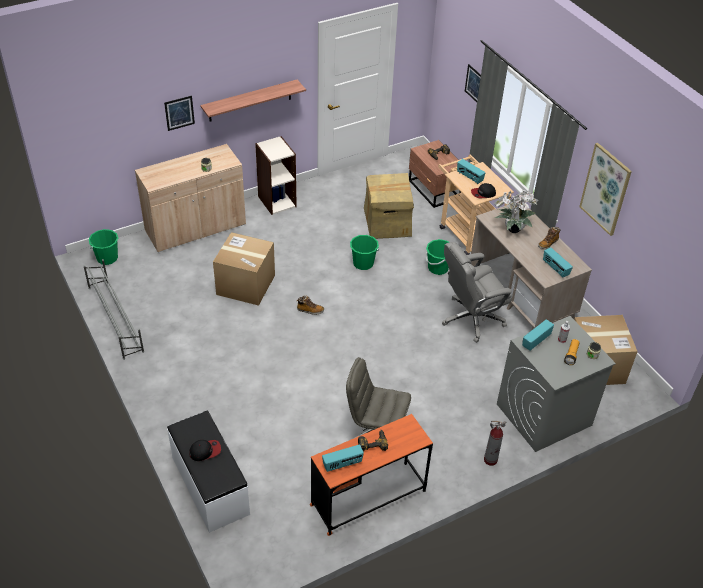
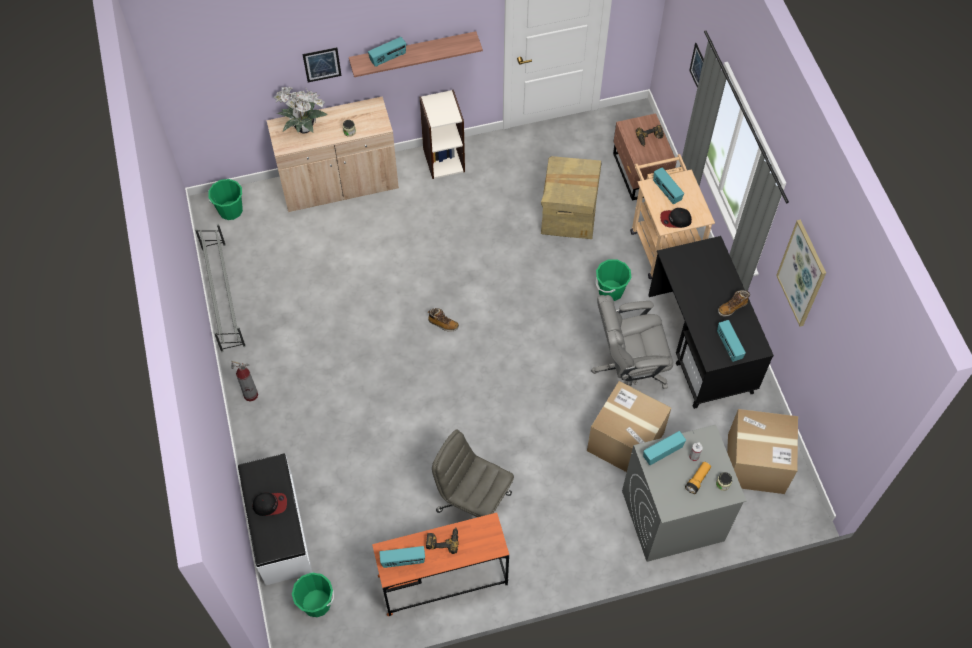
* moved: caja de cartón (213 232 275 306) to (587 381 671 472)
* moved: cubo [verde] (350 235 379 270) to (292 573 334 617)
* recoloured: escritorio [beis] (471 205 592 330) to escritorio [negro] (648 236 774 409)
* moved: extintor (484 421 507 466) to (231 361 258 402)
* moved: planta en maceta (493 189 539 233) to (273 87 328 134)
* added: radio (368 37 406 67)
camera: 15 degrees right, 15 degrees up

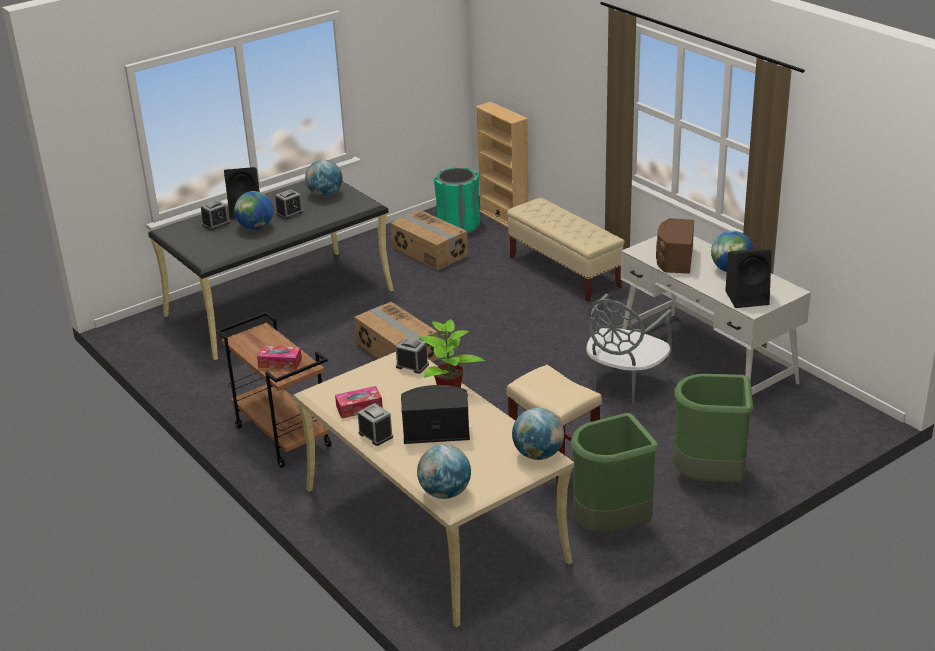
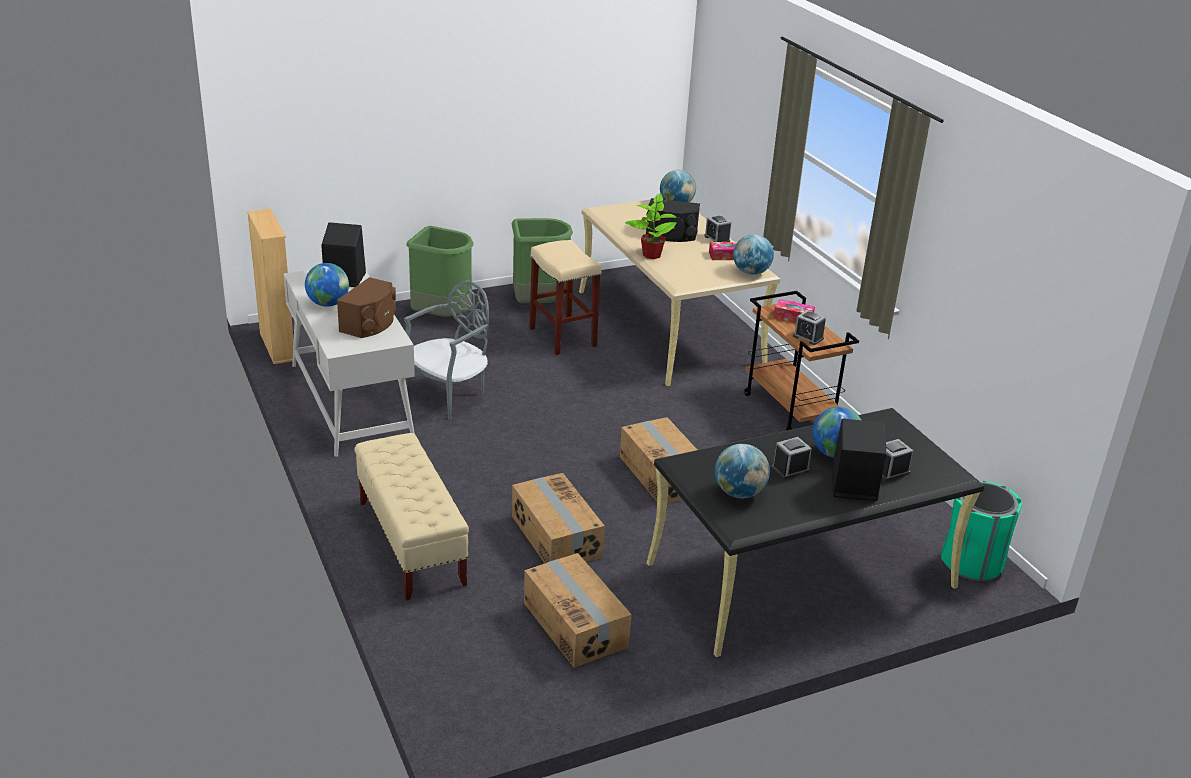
* moved: despertador (396 337 429 374) to (793 310 826 345)
* moved: papelera [verde] (434 167 481 234) to (941 480 1022 581)
* moved: estantería [beis] (475 102 529 227) to (247 209 297 364)
* moved: globo terráqueo (512 408 564 460) to (733 234 774 275)
* added: caja de cartón (512 473 605 563)
camera: 170 degrees left, 0 degrees up

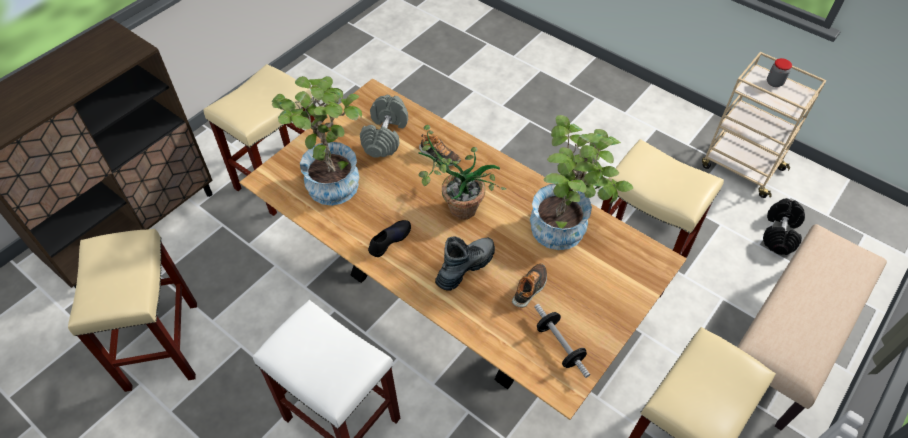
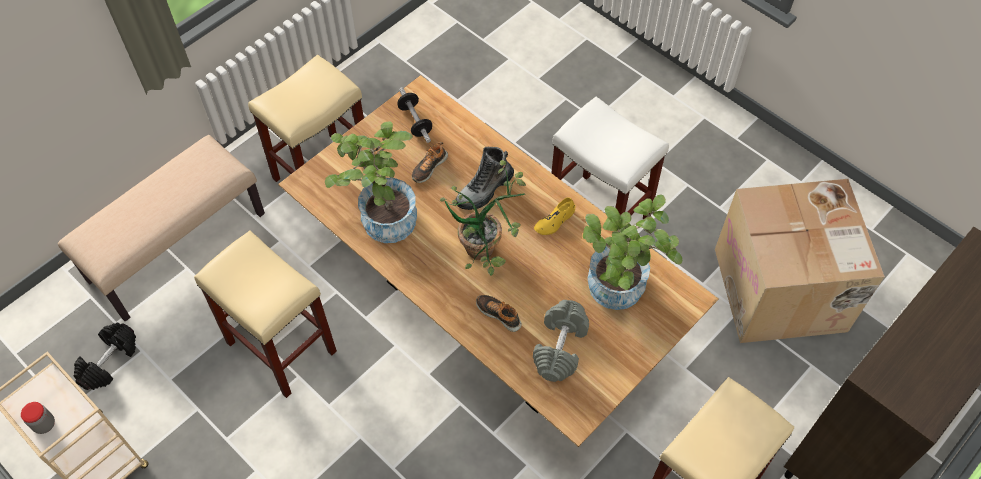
* replaced: taburete [beis] (68 229 197 392) to caja de cartón (715 179 885 343)
* recoloured: zapato [negro] (368 220 411 257) to zapato [amarillo] (534 197 575 235)
camera: 175 degrees left, 5 degrees up

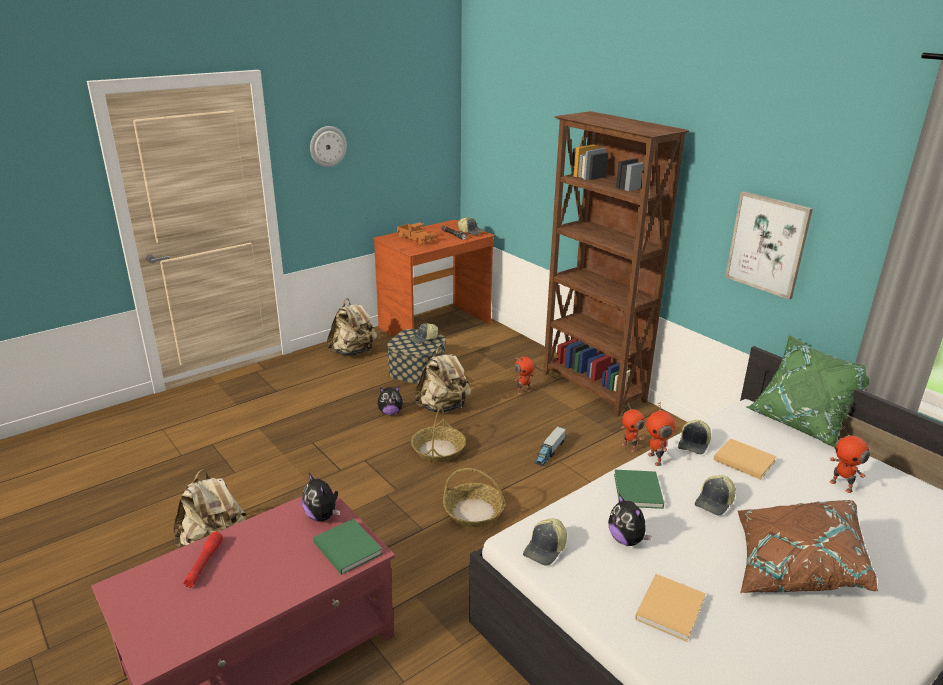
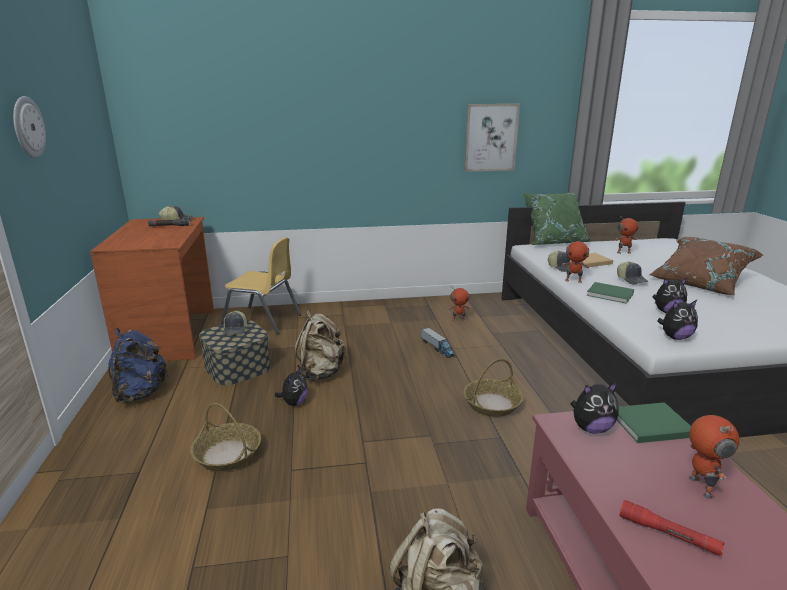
* recoloured: mochila [beis] (327 298 377 356) to mochila [azul] (108 328 168 403)
* removed: camión de juguete (397 222 436 245)
* moved: cesta (411 407 466 462) to (190 403 261 471)
* moved: robot de juguete (514 357 535 394) to (689 415 739 499)
* replaced: gorra (523 519 567 566) to peluche (657 300 698 340)
* removed: estantería [marrón] (543 111 690 416)
* removed: libro [beis] (635 574 706 642)
* added: silla [amarillo] (221 237 302 335)
camera: 60 degrees left, 5 degrees down

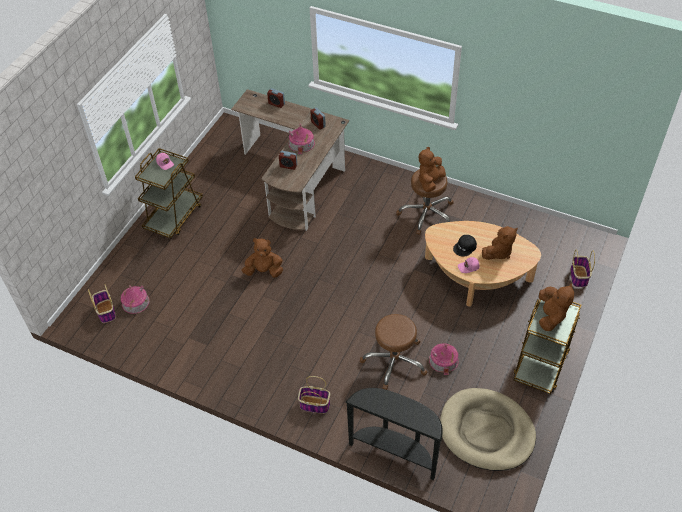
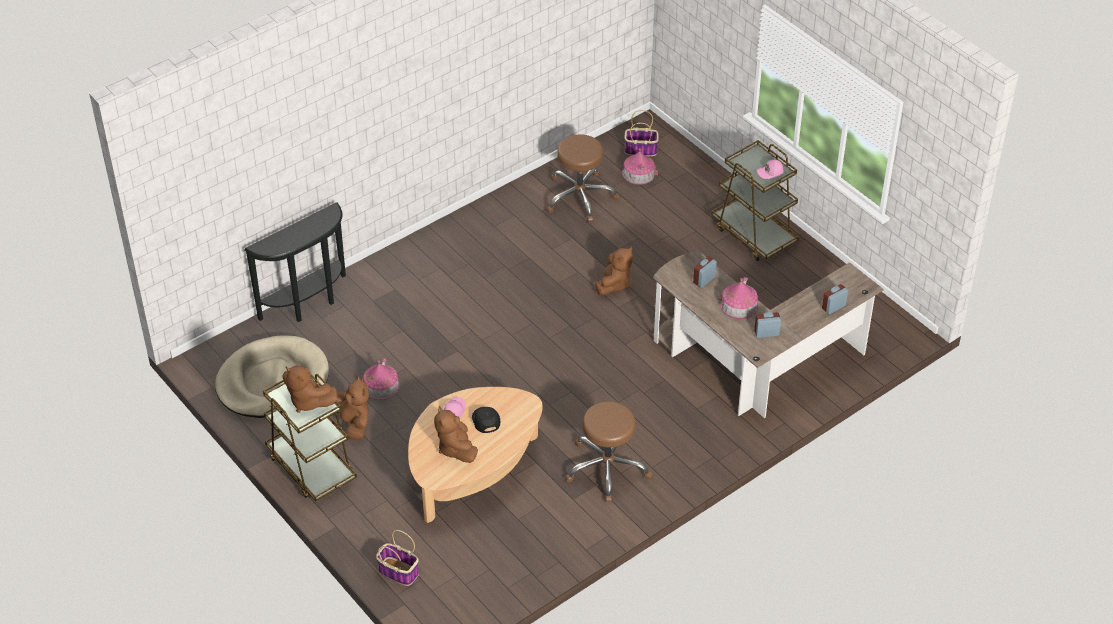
* removed: cesta (298 376 330 414)
* moved: taburete [marrón] (360 314 427 390) to (547 134 620 222)
* moved: peluche [marrón] (419 147 446 192) to (336 376 369 440)
camera: 115 degrees right, 5 degrees down

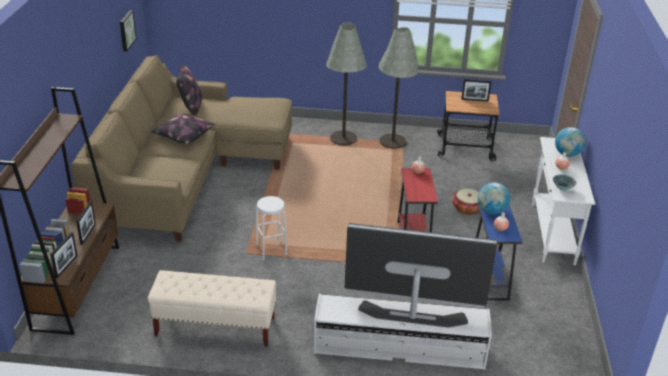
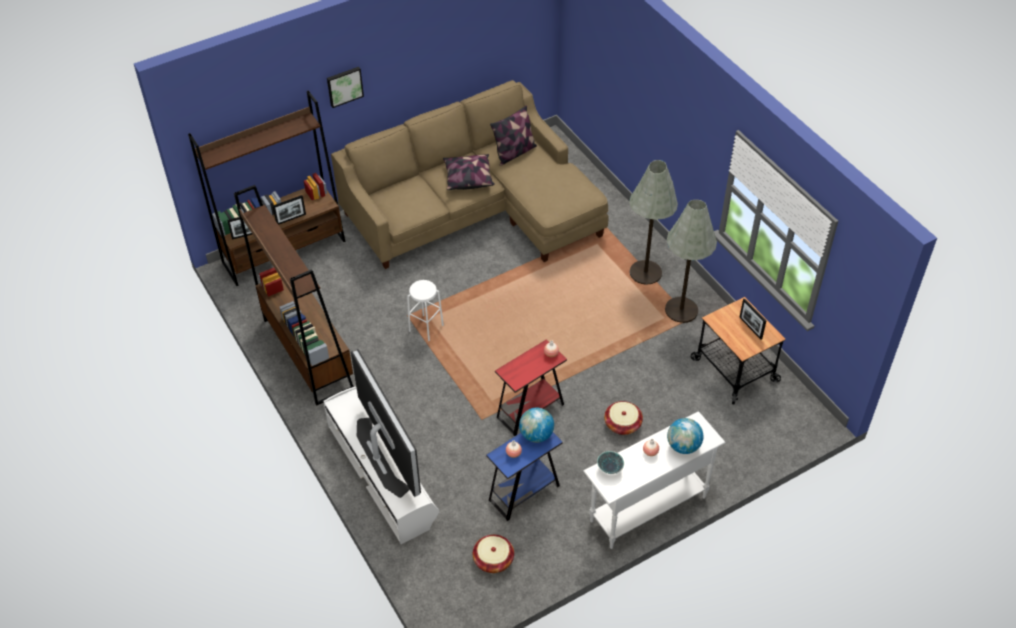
* moved: cuadro (120 10 137 51) to (327 67 364 108)
* replaced: banco [beis] (148 270 276 347) to estantería [marrón] (234 185 354 406)
* added: cesta (473 535 514 573)
camera: 55 degrees right, 15 degrees up

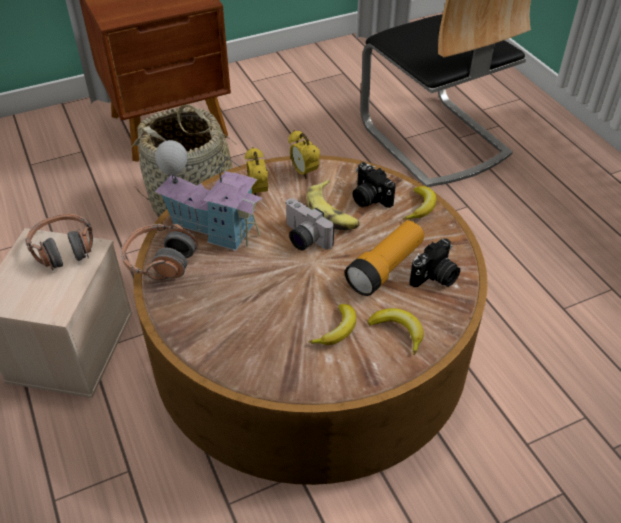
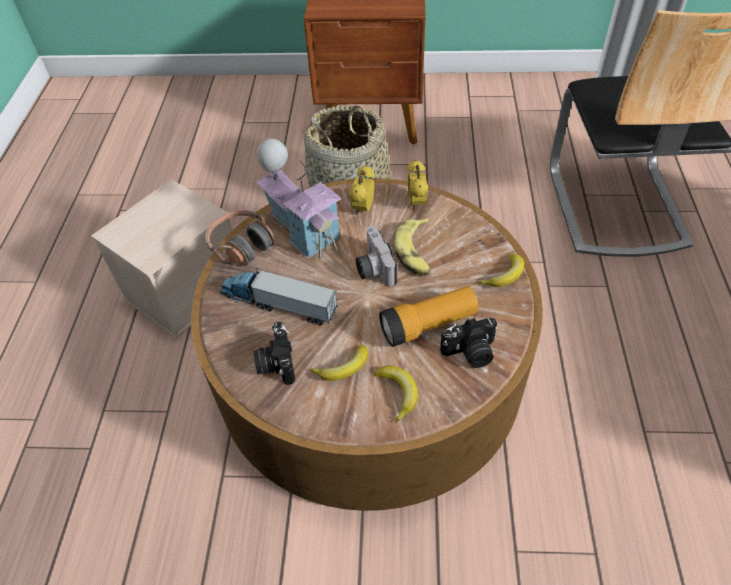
* removed: auriculares (26 214 93 270)
* moved: cámara (353 162 395 208) to (253 322 295 385)
* added: camión de juguete (220 268 338 325)
camera: 30 degrees right, 5 degrees up

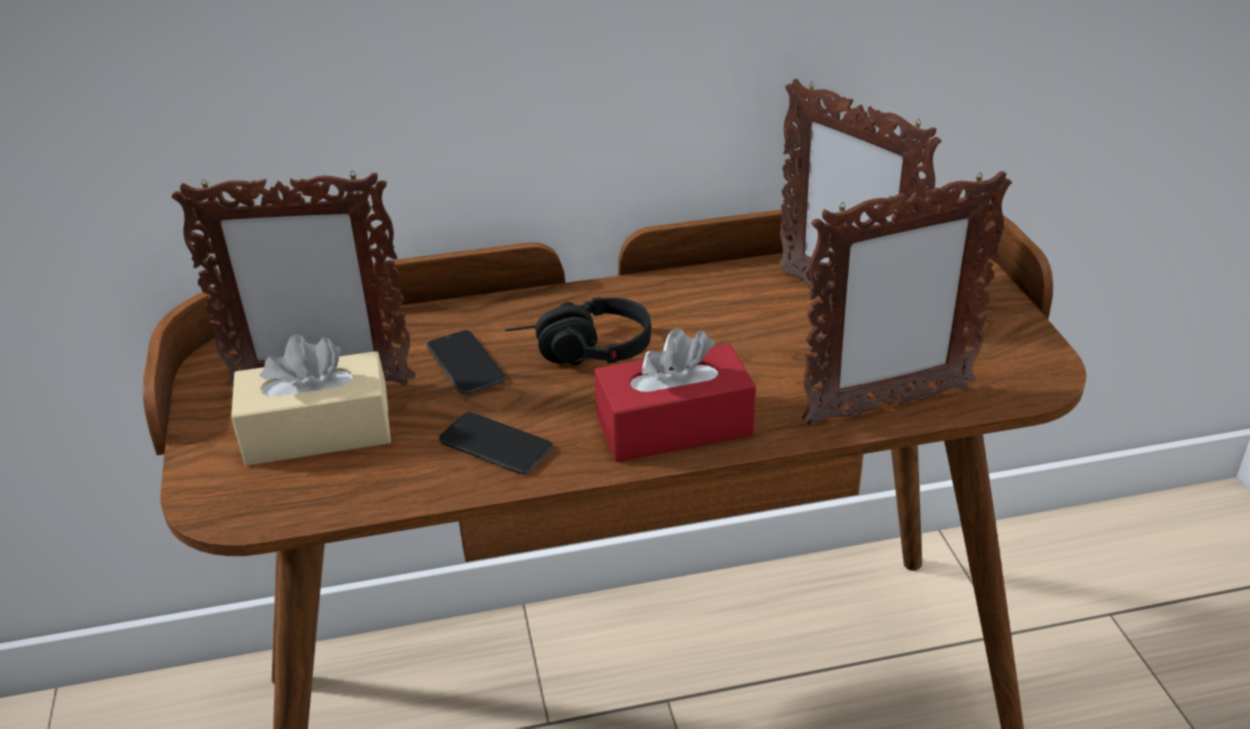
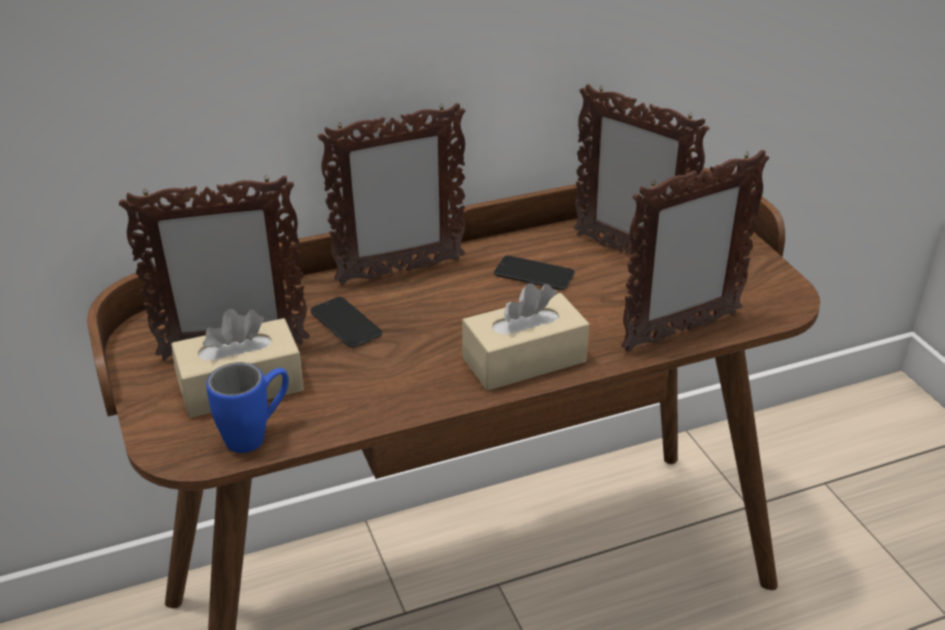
* moved: móvil (439 412 553 474) to (494 256 575 290)
* removed: auriculares [negro] (506 297 651 365)
* recoloured: caja de pañuelos [rojo] (595 328 756 462) to caja de pañuelos [beis] (462 283 589 391)
* added: taza grande [azul] (206 362 289 453)
* added: portarretratos (318 103 465 285)
camera: 10 degrees left, 0 degrees up

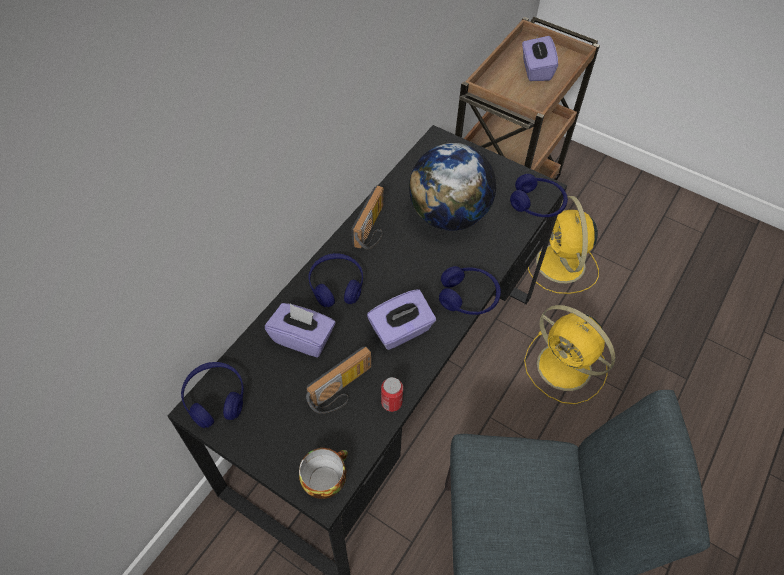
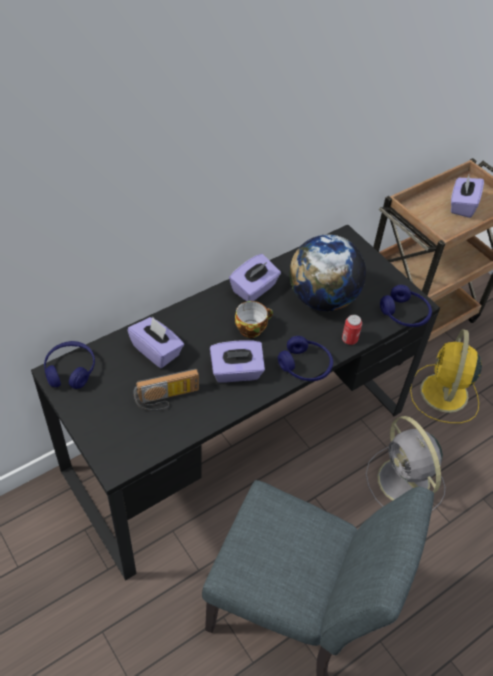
* moved: taza (299 448 348 499) to (235 301 273 338)
* removed: auriculares [azul] (308 253 363 307)
* replaced: radio (351 185 384 249) to caja de pañuelos [morado] (229 254 281 301)
* moved: lata (381 377 403 412) to (342 315 362 345)
* recoloured: ventilador [amarillo] (524 305 616 404) to ventilador [gris] (366 416 445 510)
camera: 20 degrees right, 5 degrees down

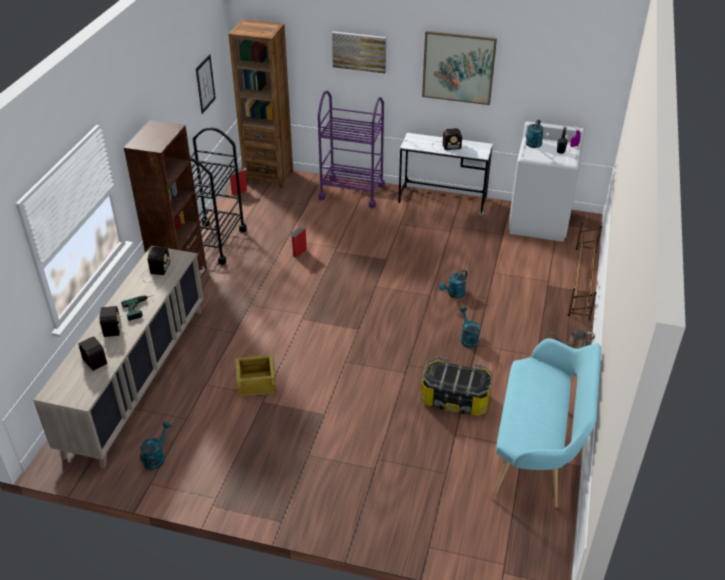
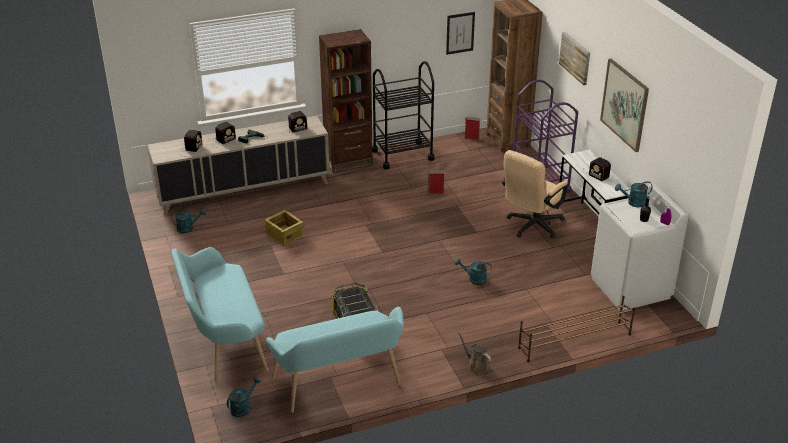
* moved: regadera [turquesa] (460 307 480 348) to (227 377 261 417)
* added: banco [turquesa] (171 247 269 381)
* added: silla de oficina [beis] (502 150 568 239)
camera: 55 degrees right, 5 degrees down

